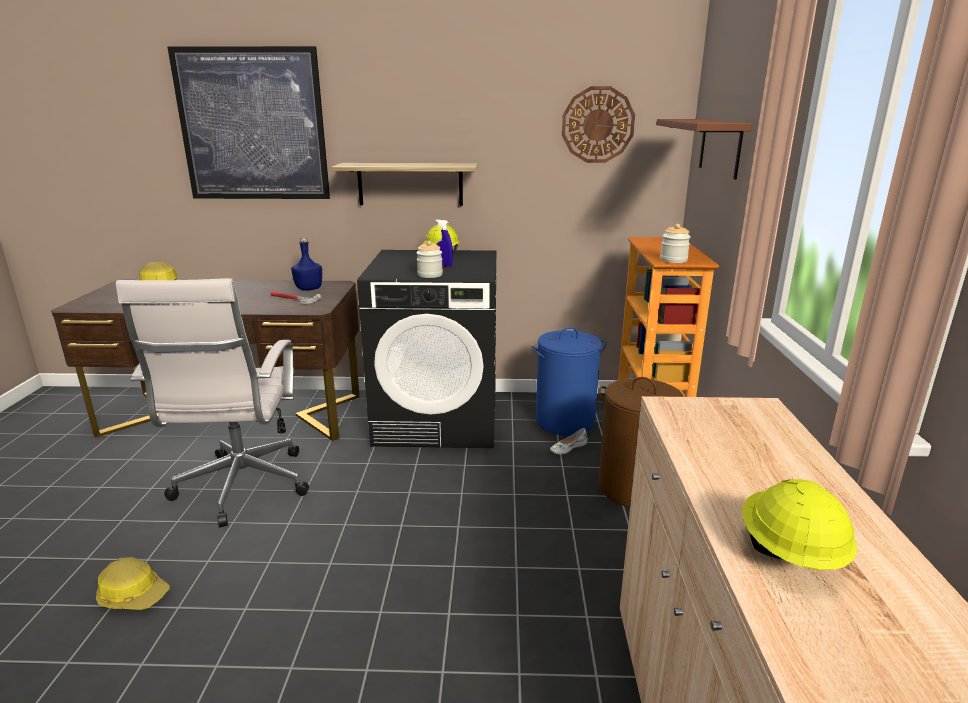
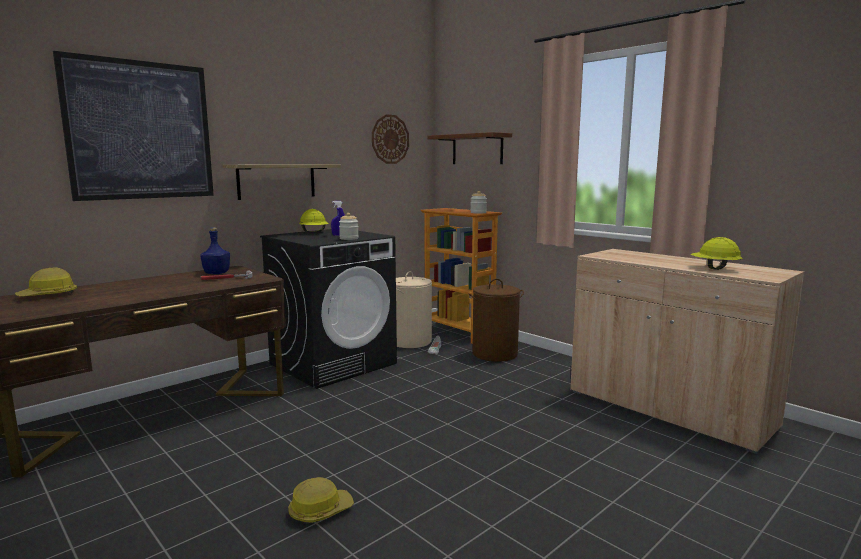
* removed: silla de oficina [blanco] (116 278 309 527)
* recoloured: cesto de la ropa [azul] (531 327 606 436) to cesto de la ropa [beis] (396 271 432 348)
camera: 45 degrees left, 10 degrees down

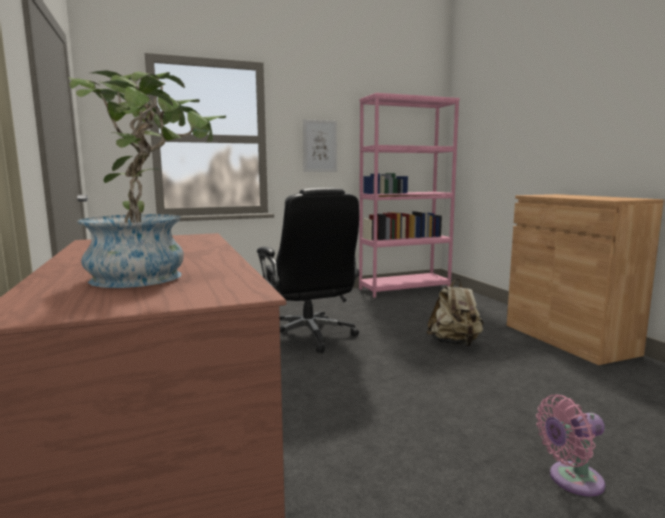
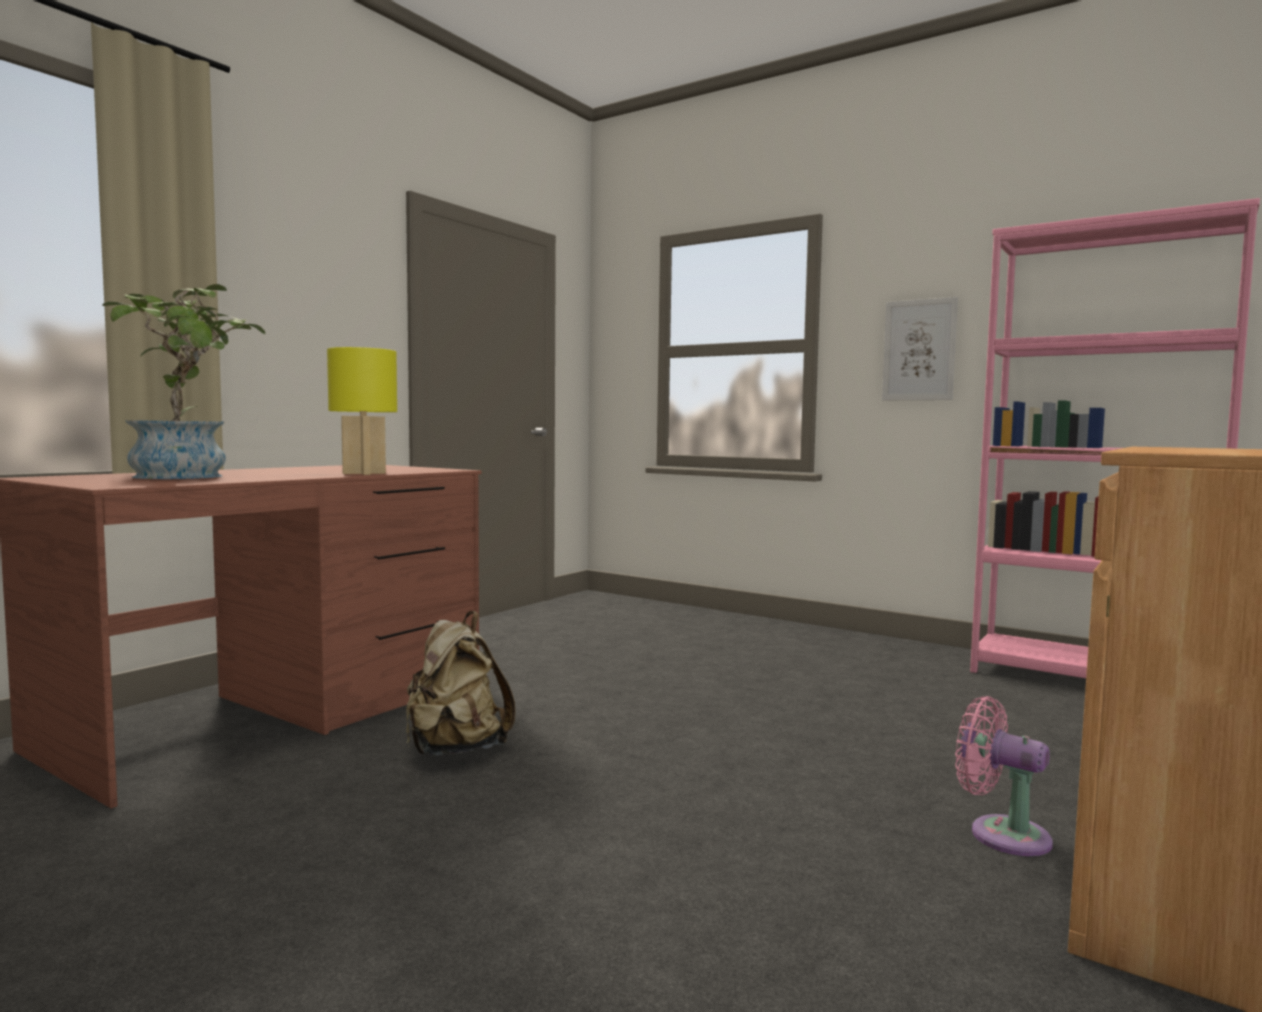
* removed: silla de oficina [negro] (257 188 359 353)
* moved: mochila [beis] (426 279 484 346) to (406 611 515 756)
* moved: ventilador [rosa] (536 394 606 496) to (955 696 1053 856)
* added: lámpara de mesa [amarillo] (327 347 397 475)
camera: 55 degrees right, 5 degrees down

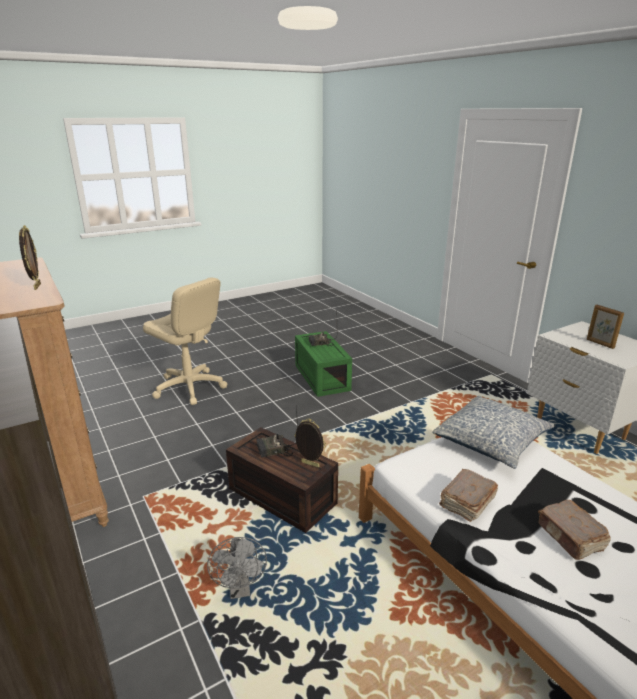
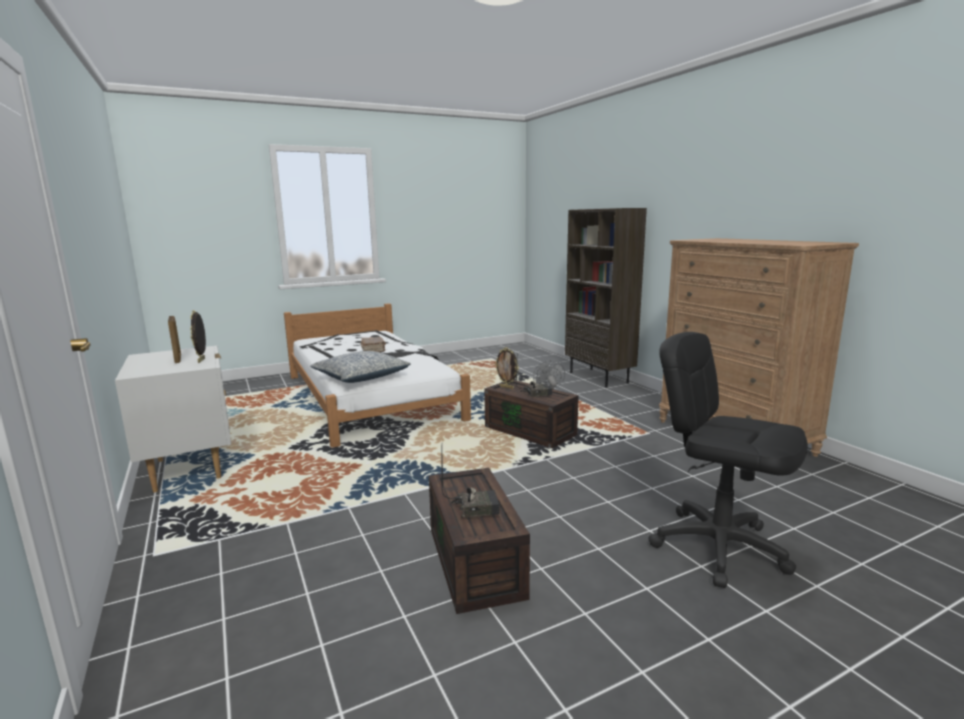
* moved: portarretratos (19 225 41 290) to (190 310 206 363)
* recoloured: silla de oficina [beis] (143 277 227 405) to silla de oficina [negro] (648 332 808 588)
* recoloured: caja de almacenaje [verde] (295 331 352 397) to caja de almacenaje [marrón] (429 468 530 614)
* removed: libro [marrón] (439 469 498 522)
camera: 175 degrees left, 10 degrees down

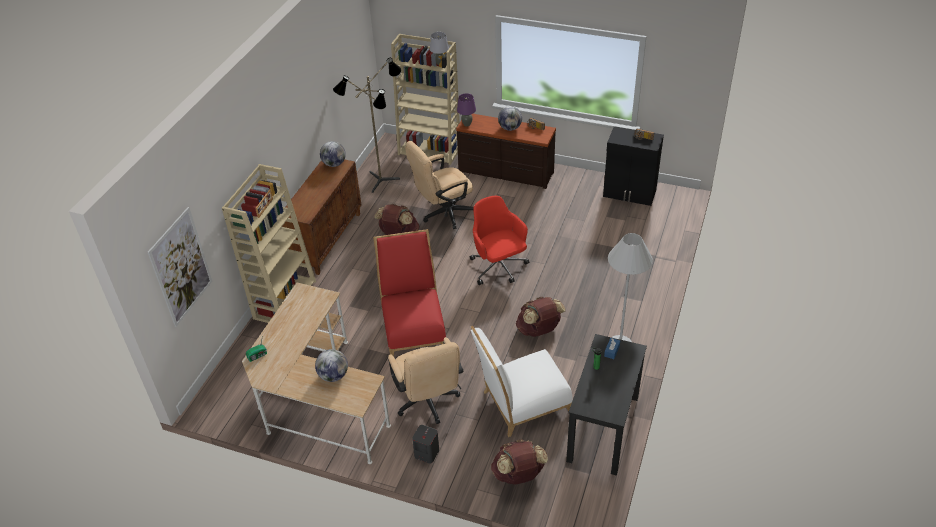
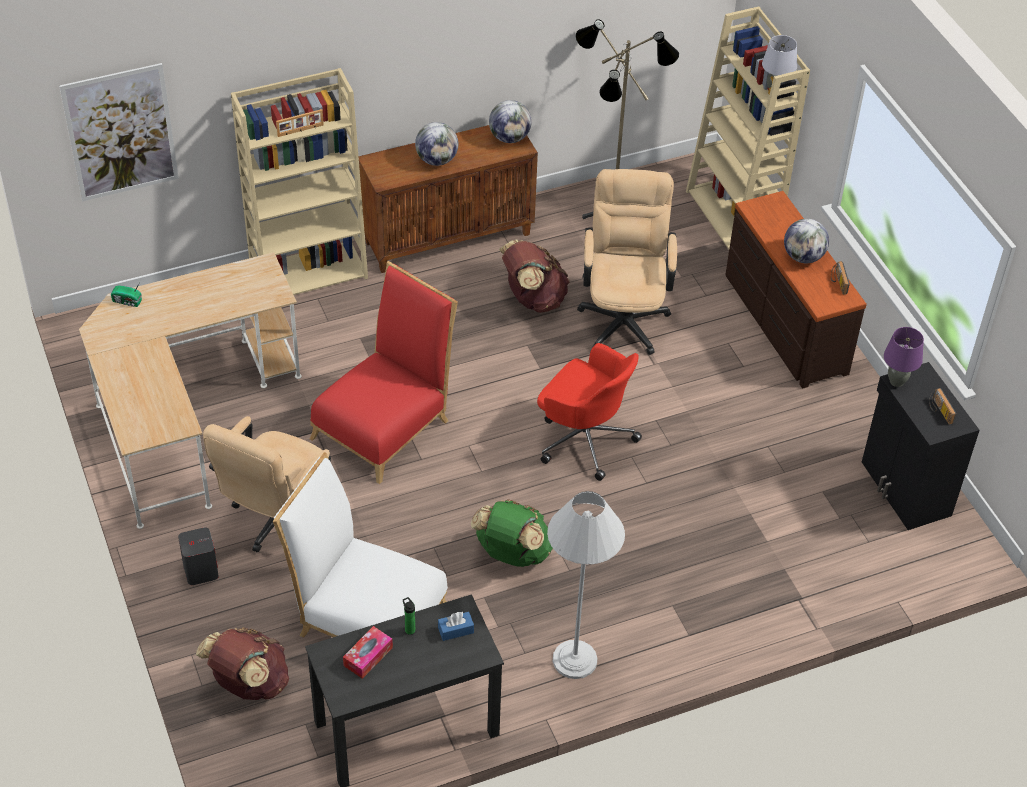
* moved: globo terráqueo (315 349 348 382) to (415 122 458 166)
* turned: silla de oficina [beis] (405 141 474 229) = (577 169 677 355) 75 degrees clockwise
* moved: lámpara de mesa [morado] (457 93 476 126) to (884 327 924 387)
* turned: silla de oficina [rojo] (470 196 529 285) = (537 343 642 481) 105 degrees clockwise
* recoloured: mochila [marrón] (516 297 566 337) to mochila [verde] (471 499 553 567)
* added: caja de pañuelos (343 626 393 679)
camera: 45 degrees right, 5 degrees up

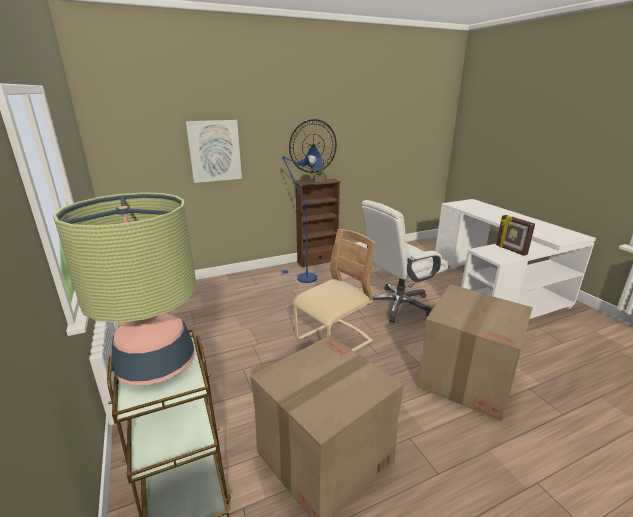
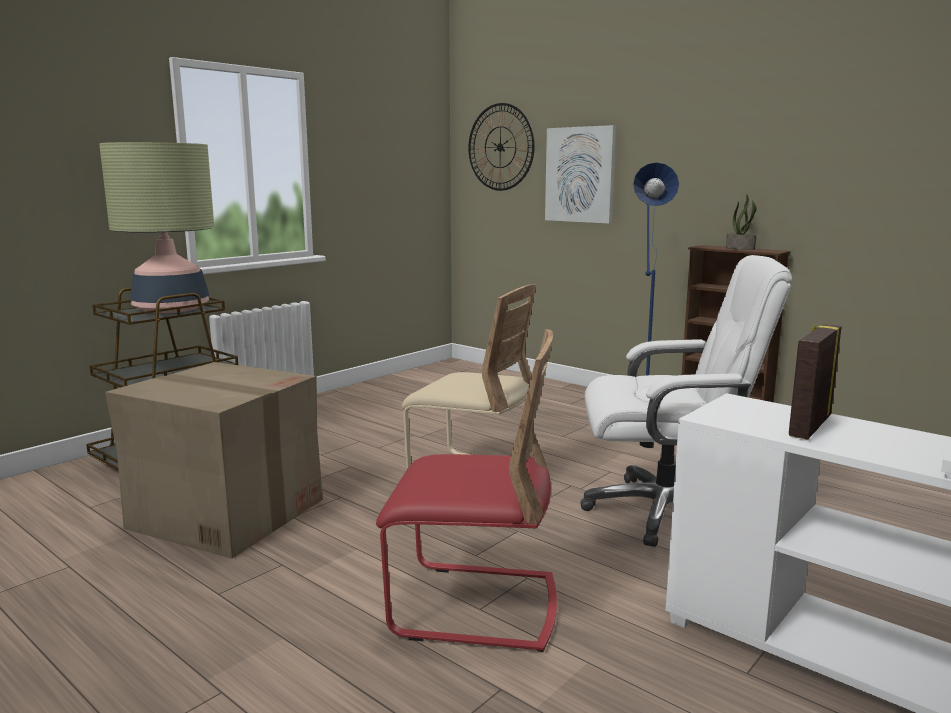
* moved: reloj de pared (289 119 337 173) to (468 103 535 191)
* turned: silla de oficina [blanco] (362 200 448 323) = (580 255 792 547) 150 degrees clockwise
* replaced: caja de cartón (417 284 533 422) to silla [rojo] (376 329 557 652)
camera: 65 degrees right, 10 degrees down

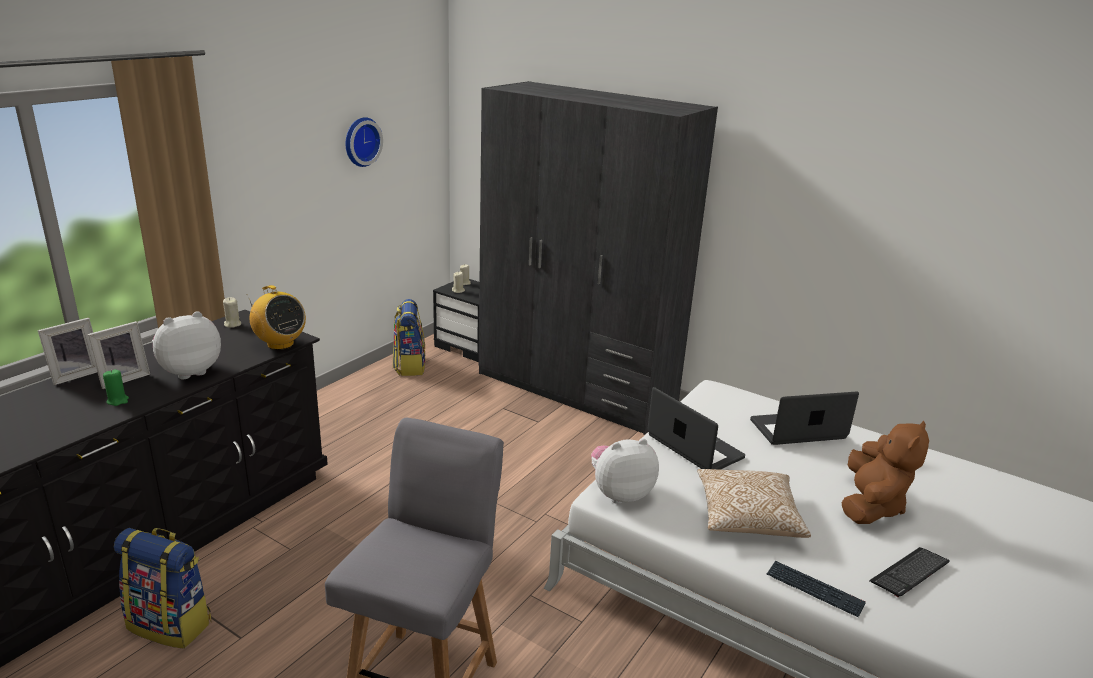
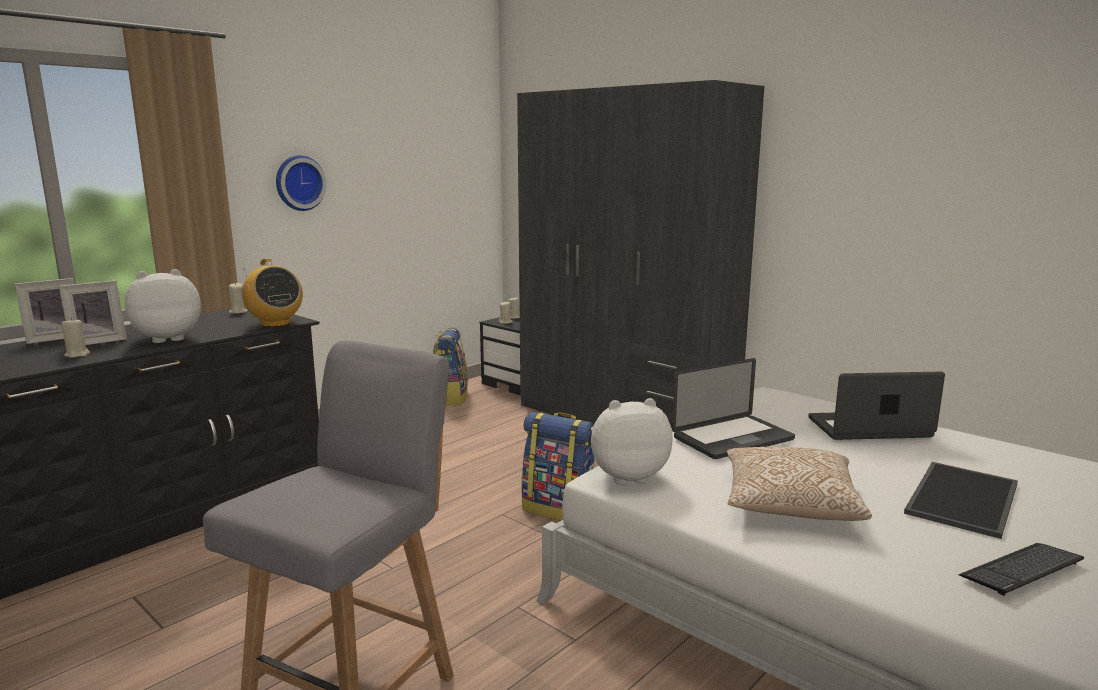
* recoloured: vela [verde] (103 369 129 406) to vela [beis] (62 318 90 358)
* moved: mochila (114 528 211 649) to (522 412 595 521)
* moved: reloj de pared (346 117 383 167) to (276 155 327 211)
* turned: portátil (647 387 745 470) = (672 358 795 459) 90 degrees clockwise
* removed: teclado (766 561 866 617)
* replaced: peluche [marrón] (842 420 929 524) to bandeja (904 462 1018 539)
camera: 10 degrees right, 10 degrees down

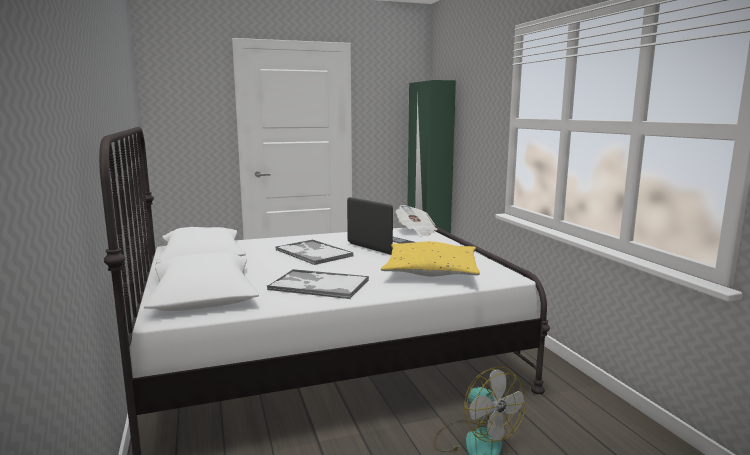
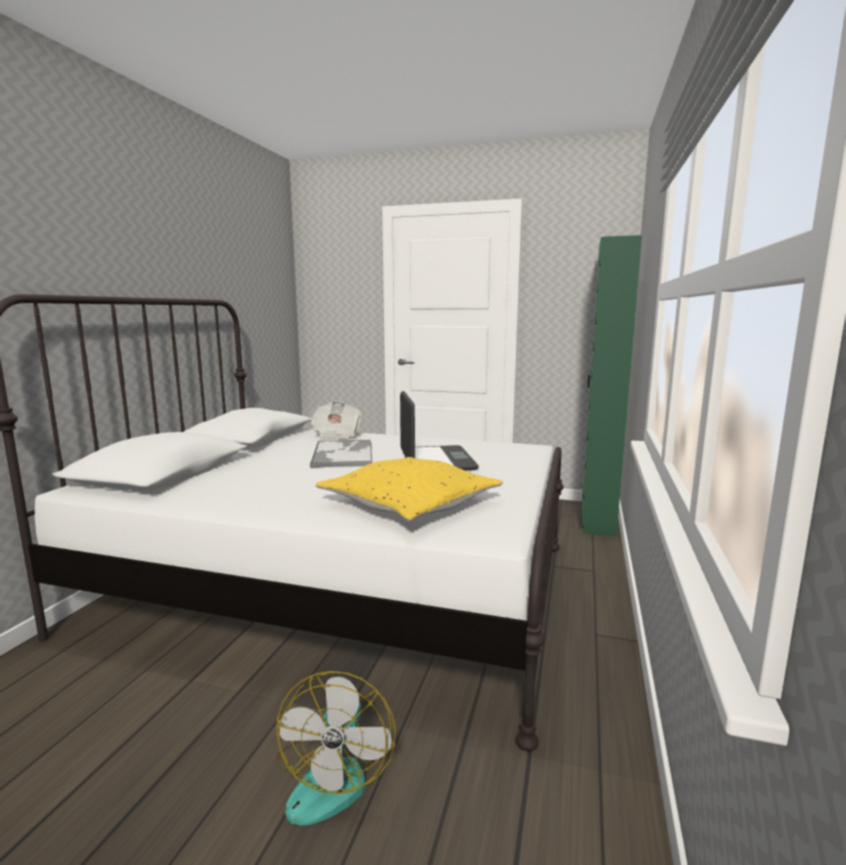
* removed: bandeja (267 269 369 299)
* moved: periódico (395 205 438 236) to (310 401 362 441)
camera: 35 degrees right, 0 degrees up

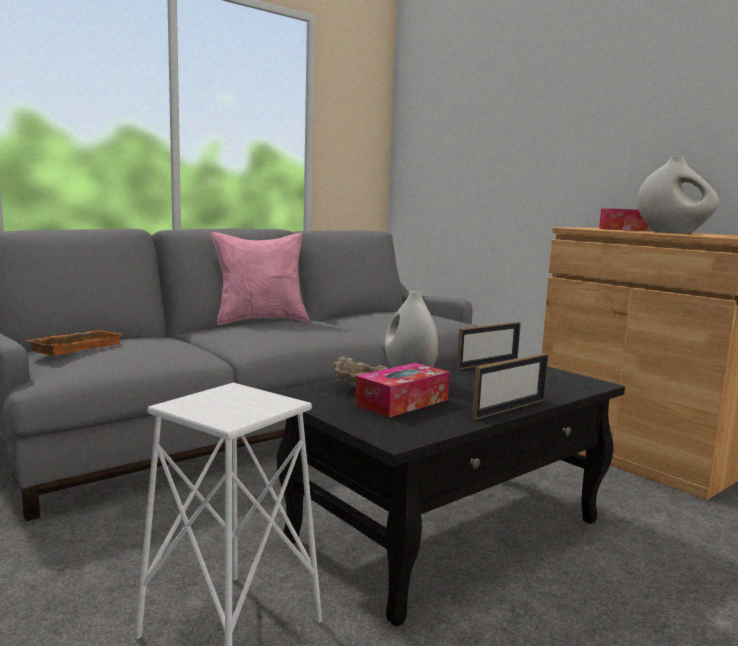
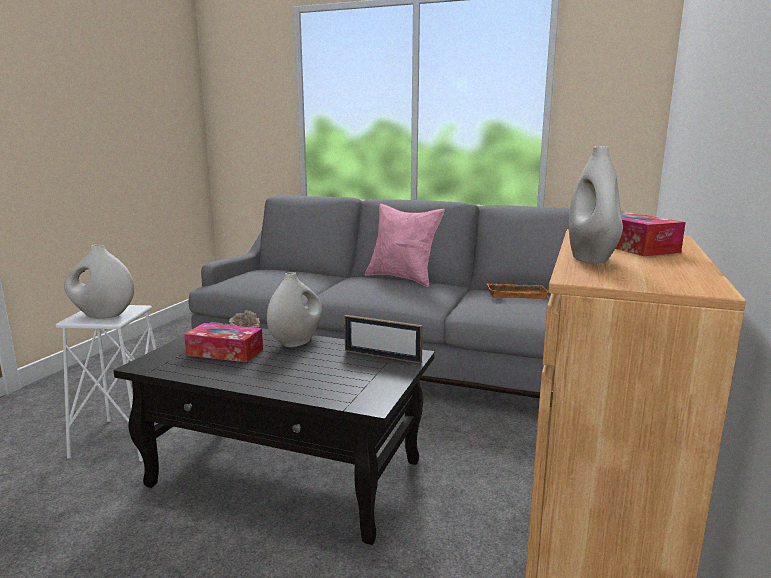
* moved: bandeja [naranja] (26 330 122 356) to (486 283 548 299)
* removed: portarretratos (472 353 548 420)
* added: florero [blanco] (64 245 134 319)
camera: 60 degrees right, 5 degrees up

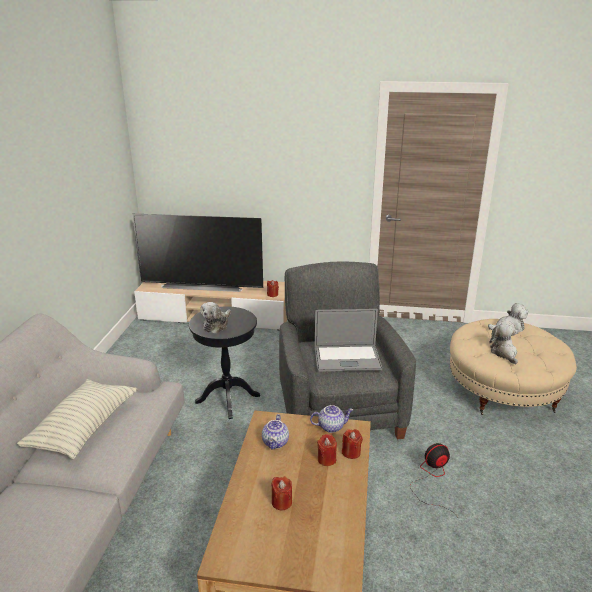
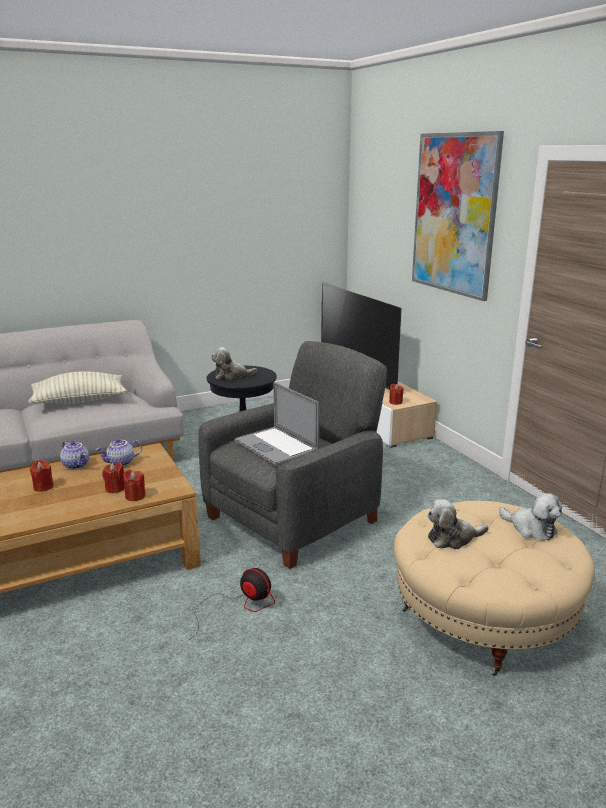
* moved: tetera (310 405 353 433) to (60 441 89 469)
* turned: peluche (489 324 518 365) = (427 499 489 549) 150 degrees counterclockwise
* added: cuadro (412 131 504 301)
camera: 55 degrees right, 5 degrees down

